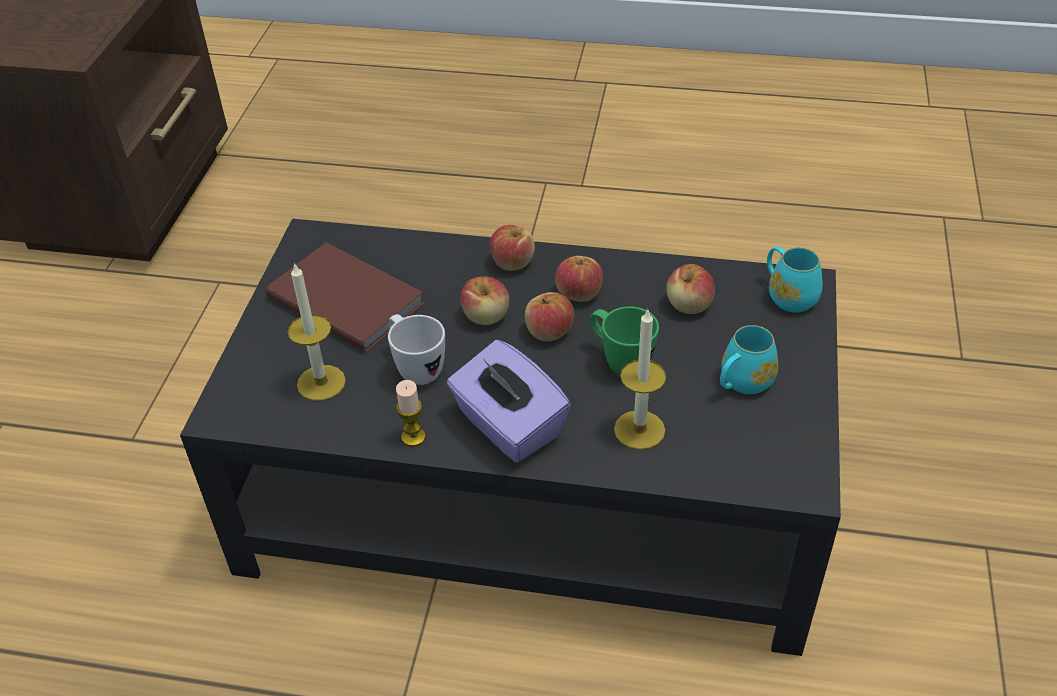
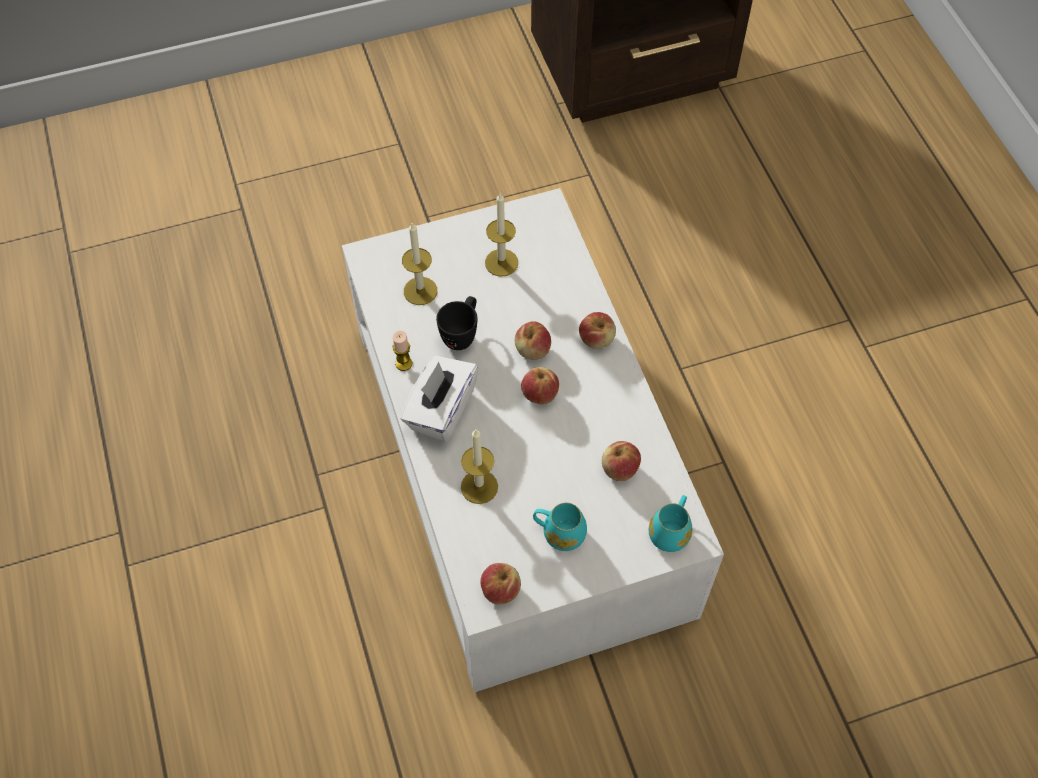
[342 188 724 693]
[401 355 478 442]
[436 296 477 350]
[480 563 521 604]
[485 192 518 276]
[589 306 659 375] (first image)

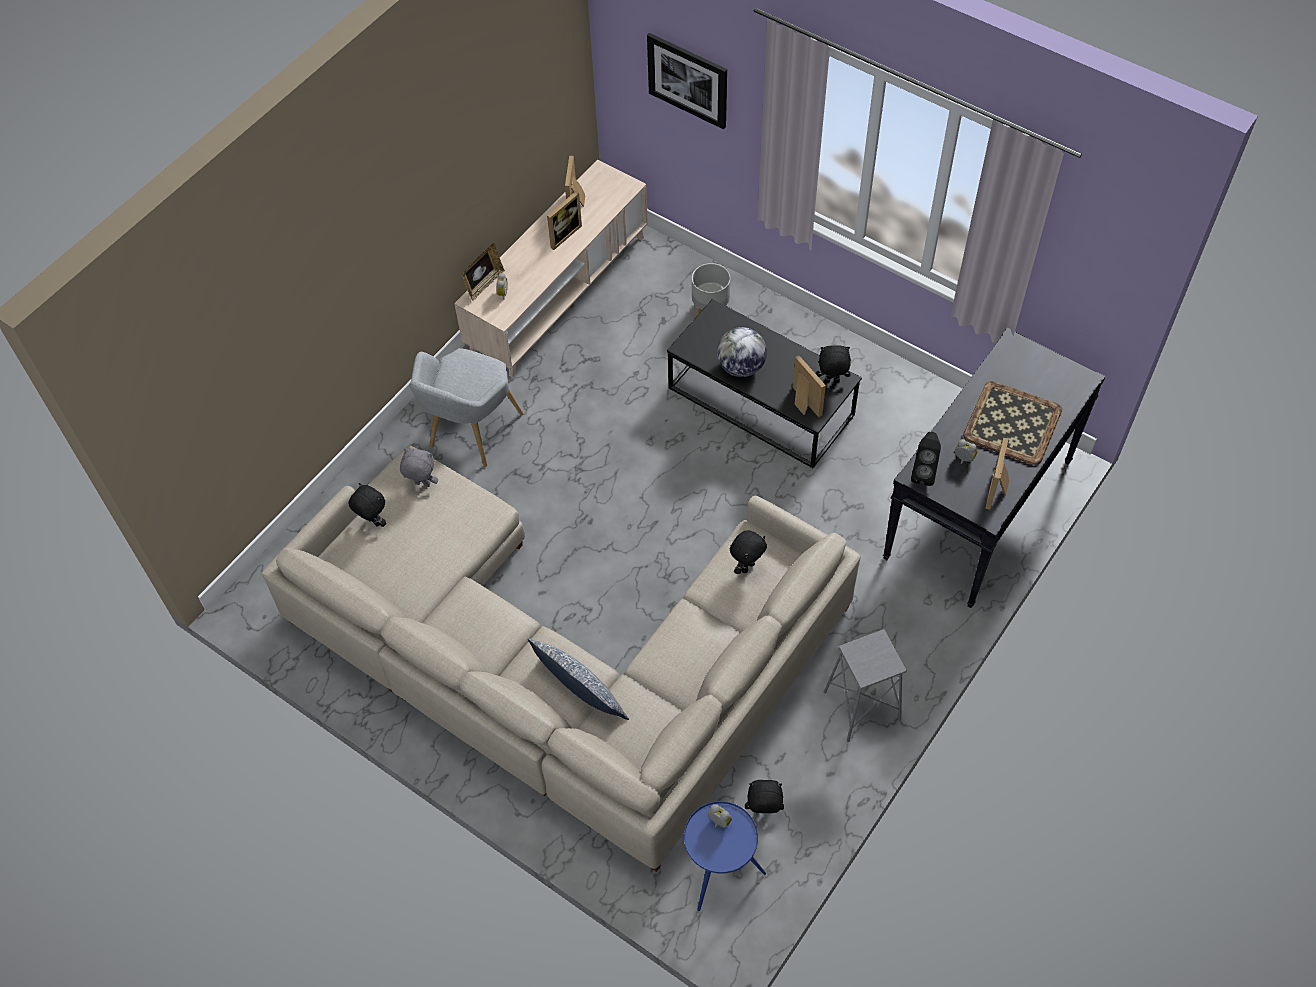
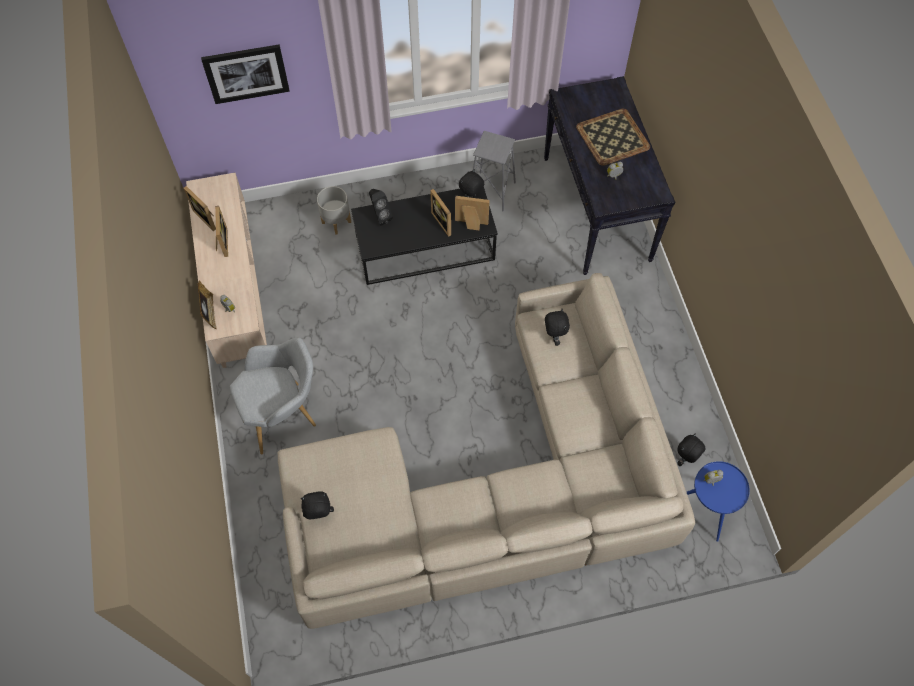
[230 337 316 454]
[369 189 393 225]
[430 189 451 237]
[473 131 516 211]
[400 448 438 487] (first image)
[528 638 629 720] (first image)
[717 327 767 377] (first image)

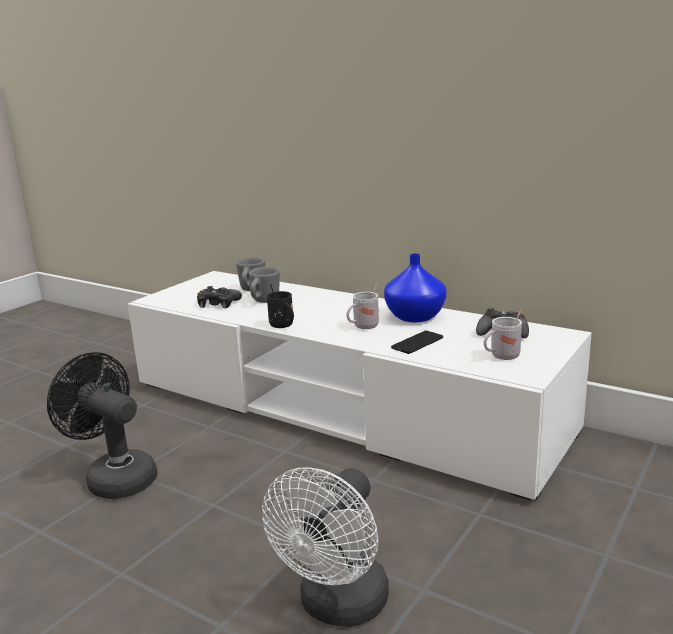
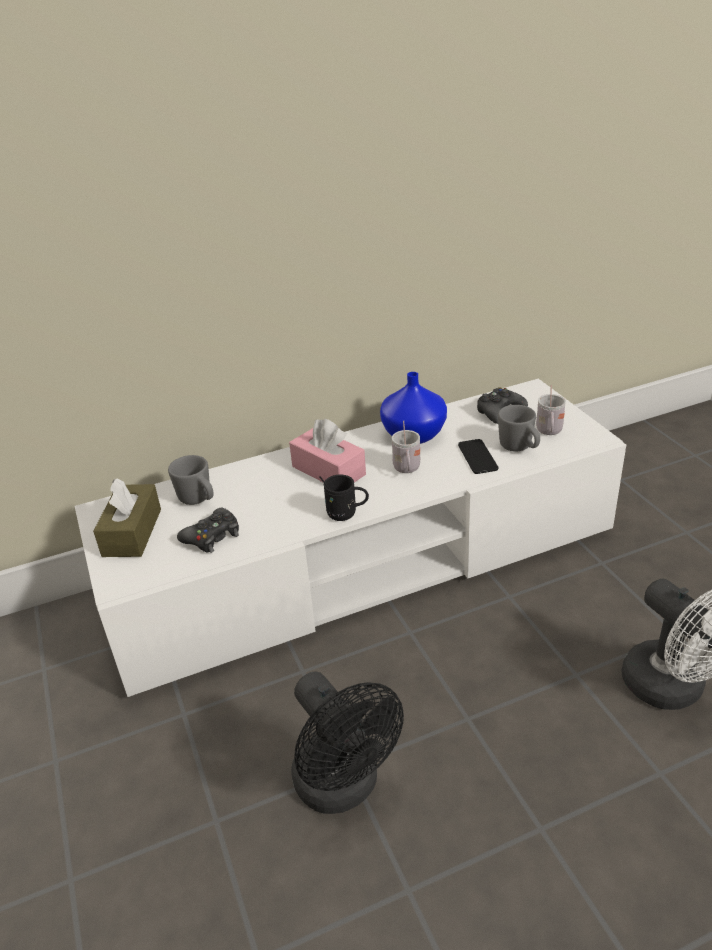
[93 478 161 557]
[289 418 366 483]
[291 672 404 814]
[498 405 540 452]

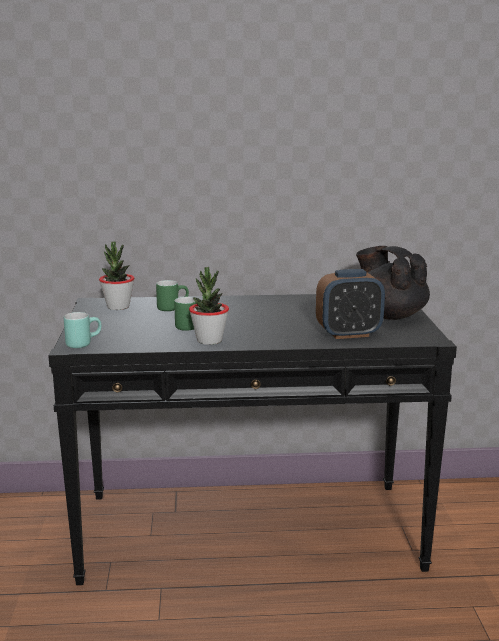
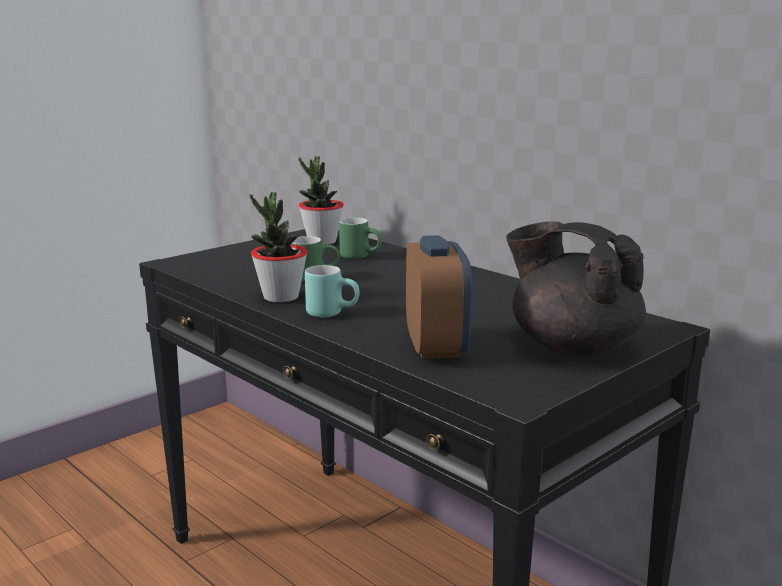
[305 265 359 318]
[406 235 472 359]
[506 222 646 357]

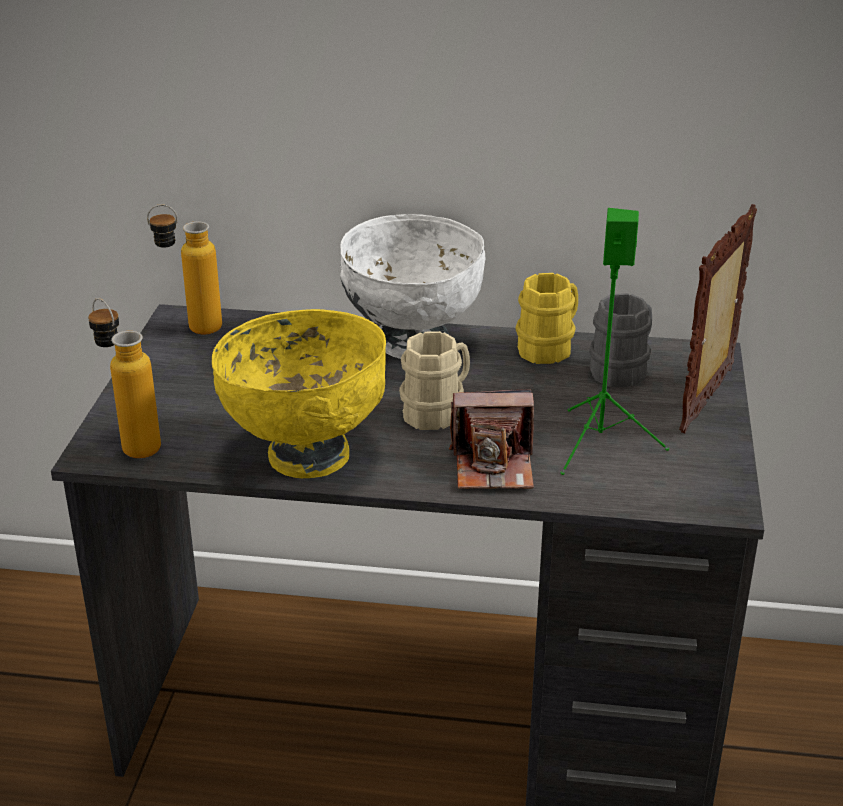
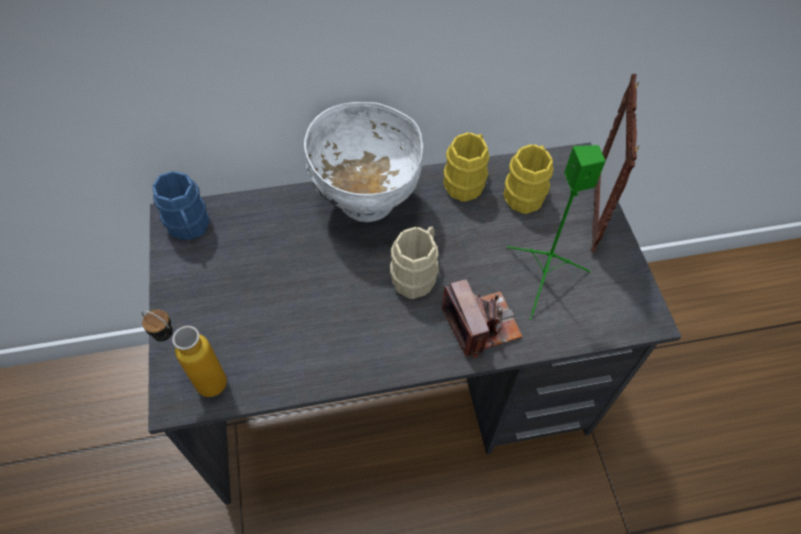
[152 171 210 240]
[441 279 523 358]
[503 144 553 214]
[212 309 386 478] (first image)

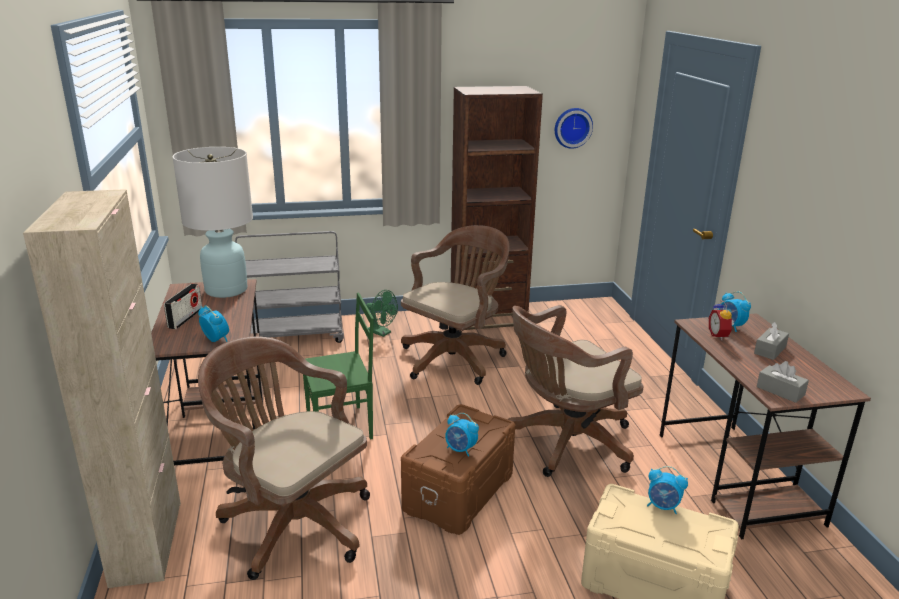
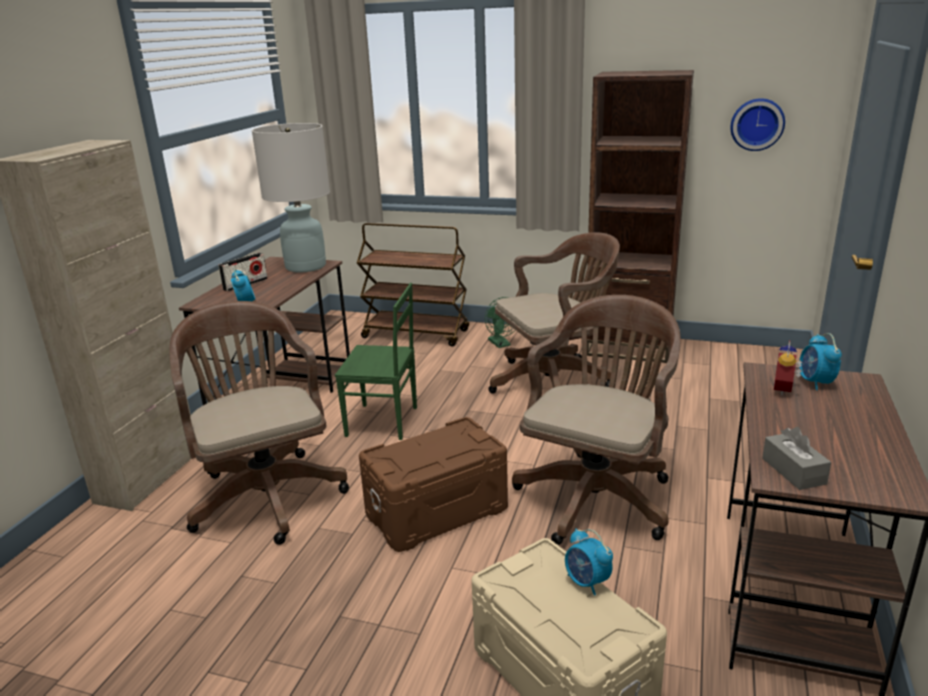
[357 223 469 347]
[512 295 680 545]
[445 413 479 457] (first image)
[754 322 789 360] (first image)

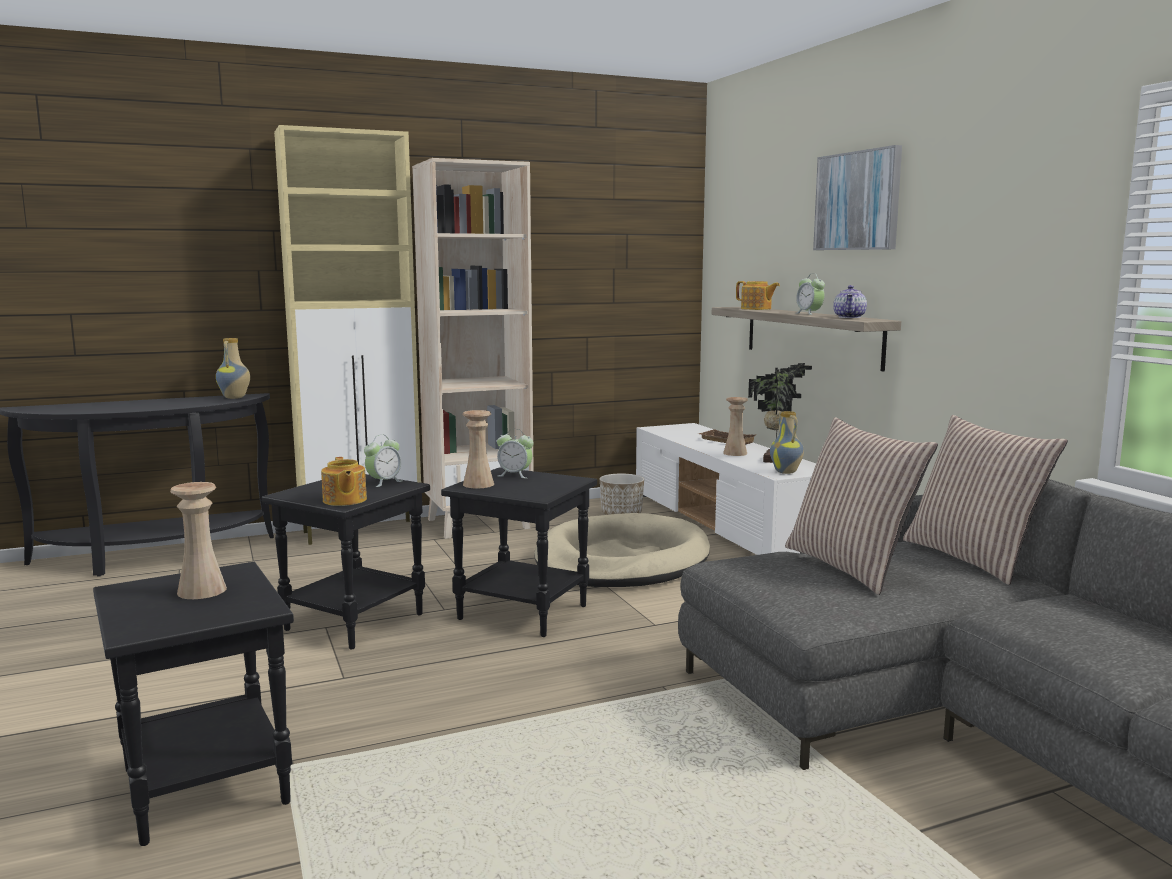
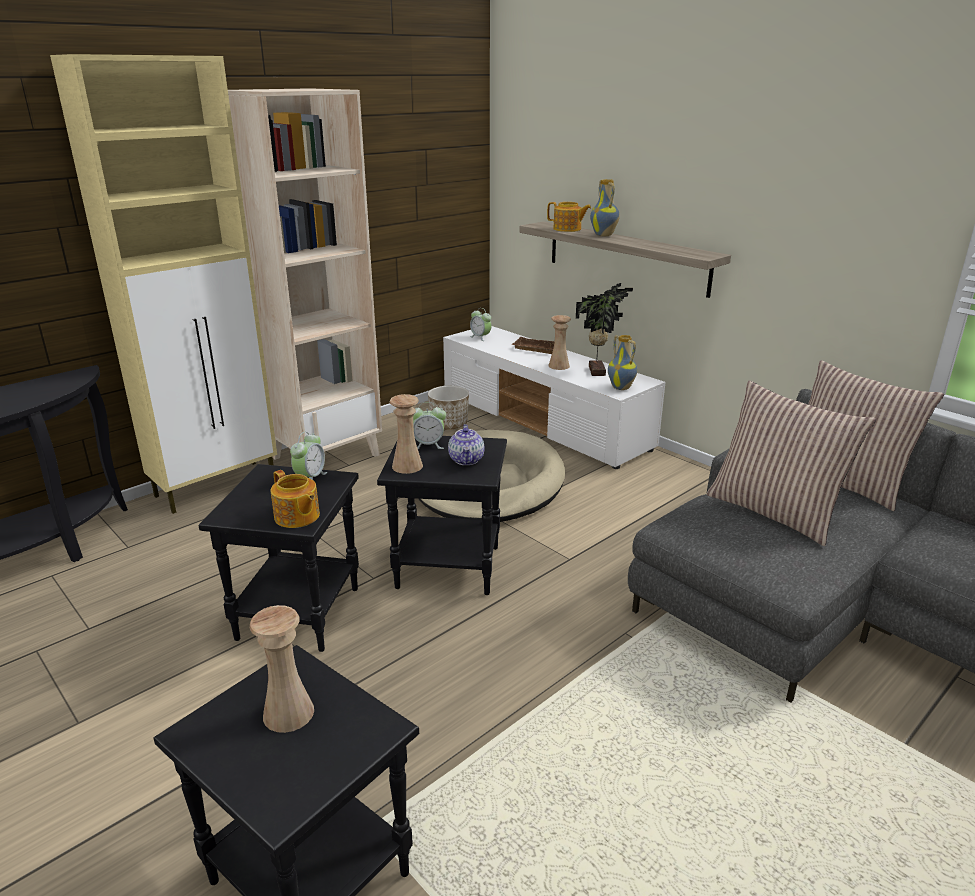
[448 424 485 465]
[470 308 492 341]
[590 179 620 236]
[813 145 902 250] (first image)

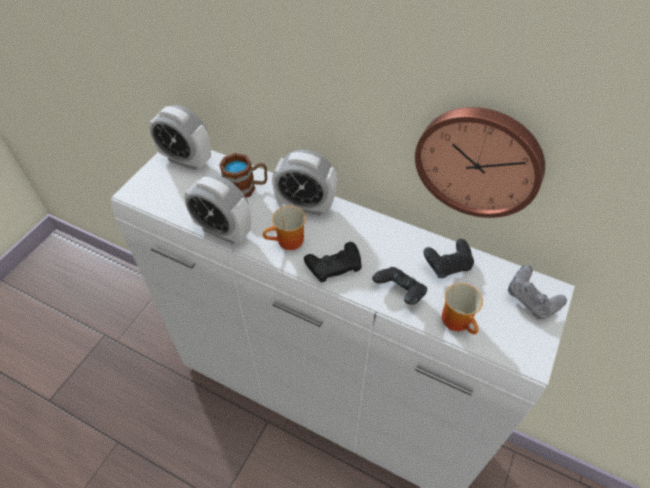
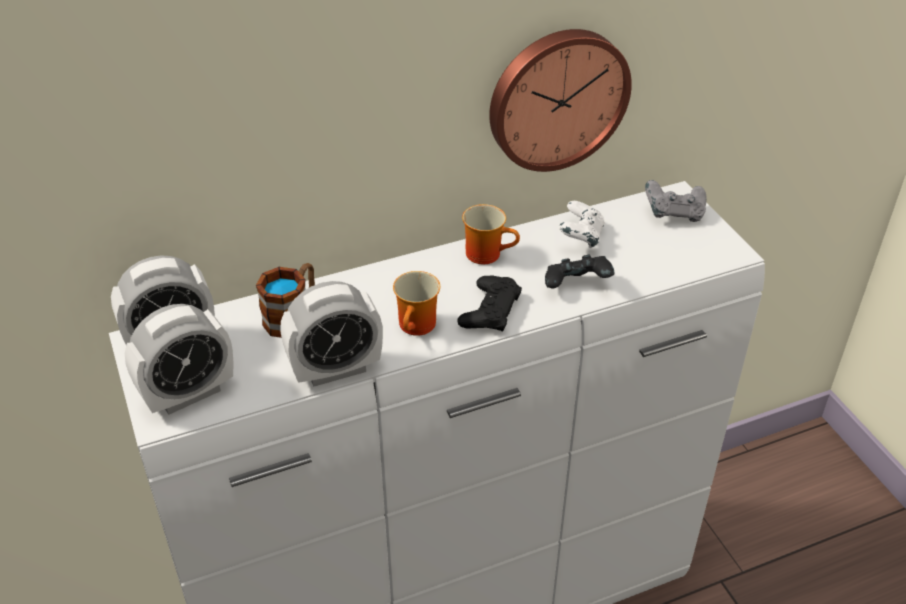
[125 304 234 415]
[462 204 520 264]
[559 201 605 248]

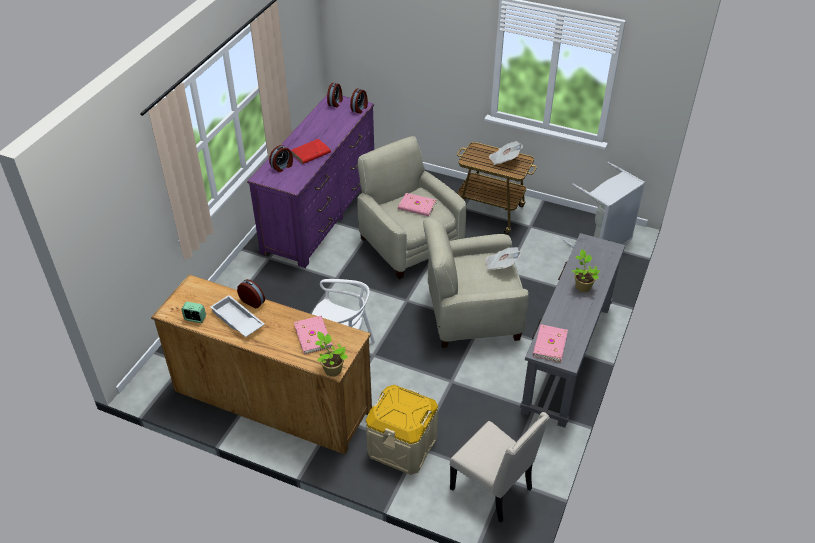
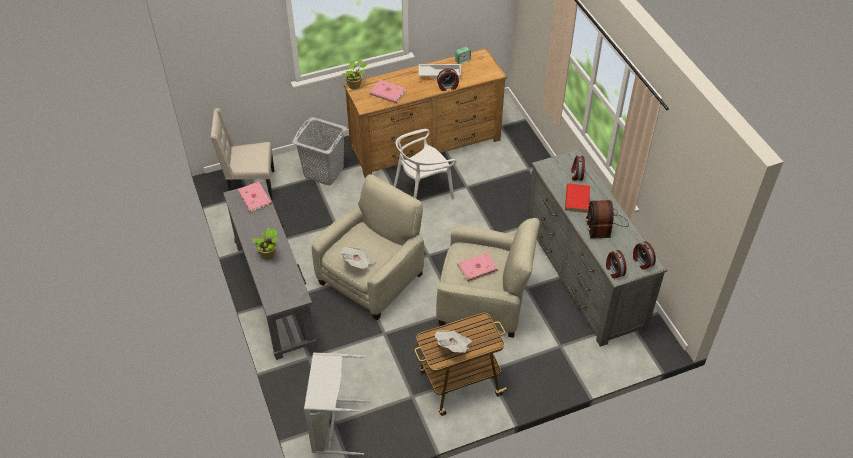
[292 117 347 185]
[527 149 667 347]
[586 200 629 239]

